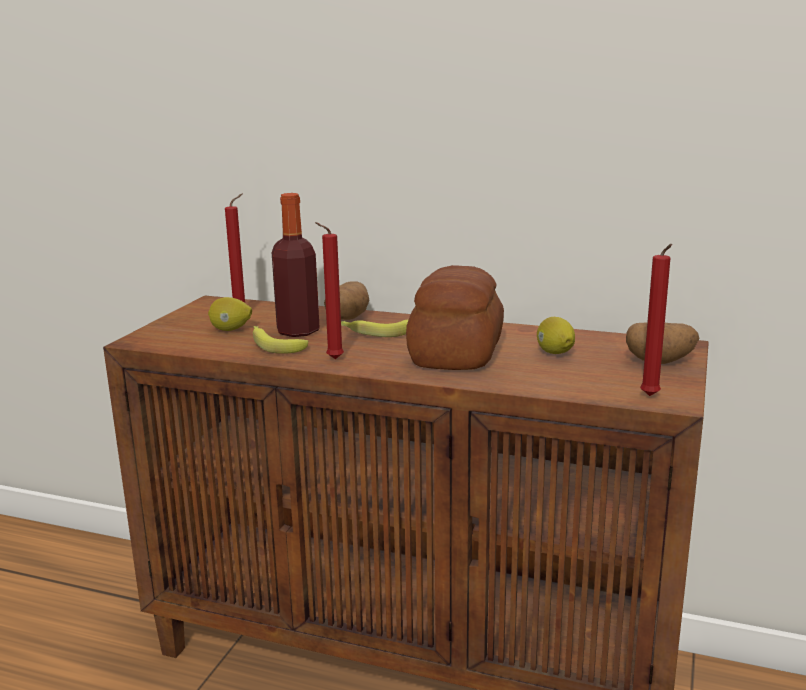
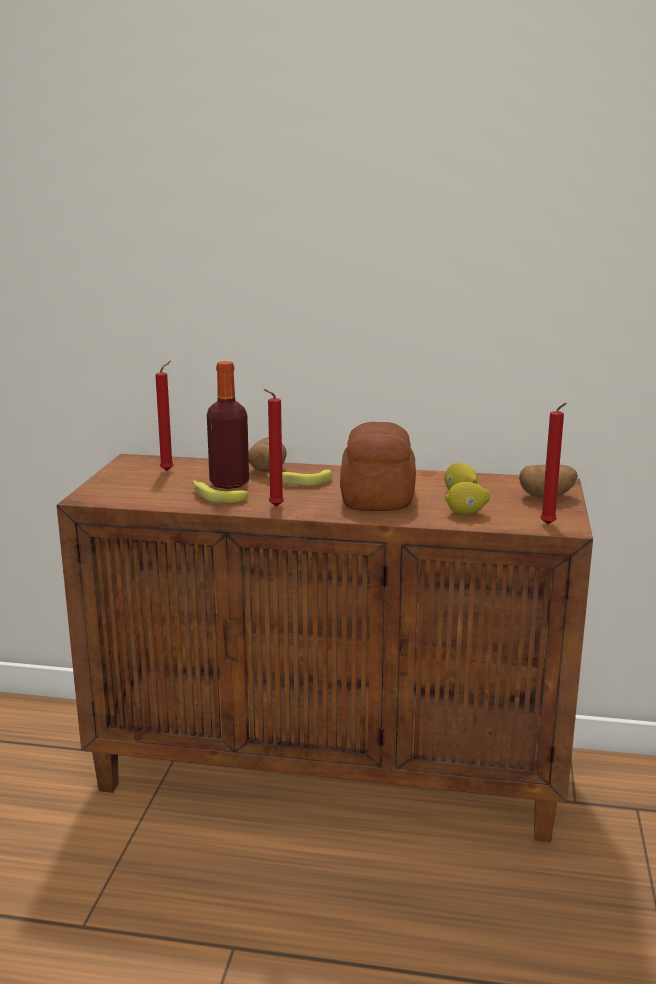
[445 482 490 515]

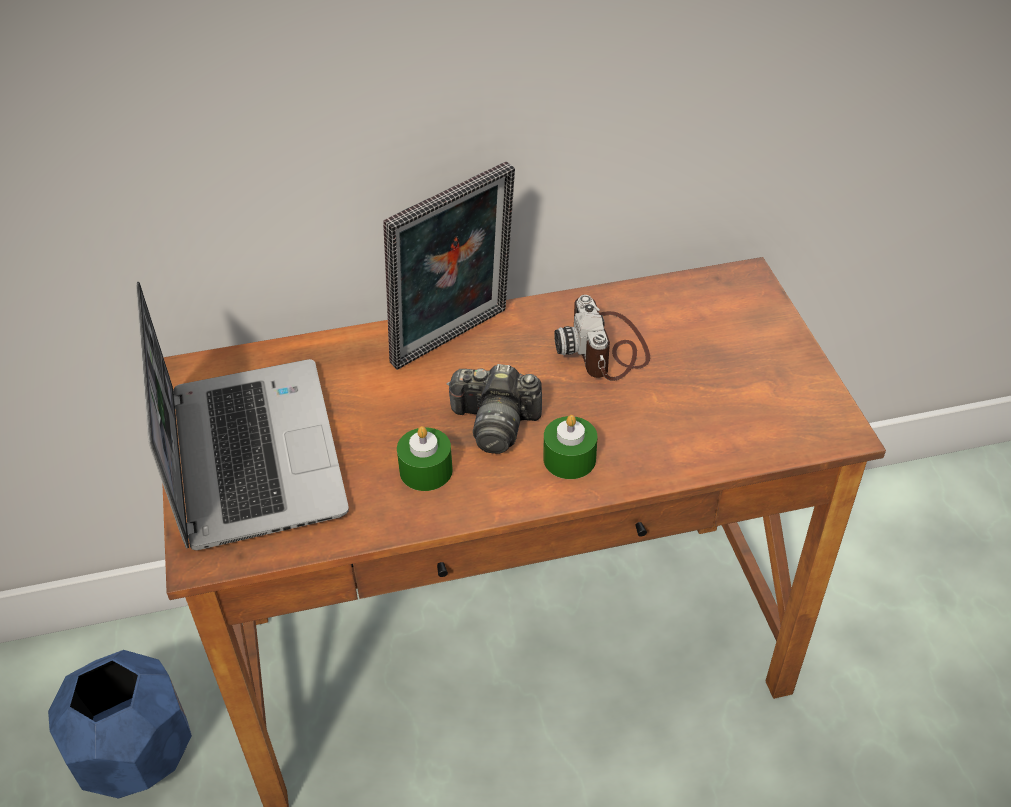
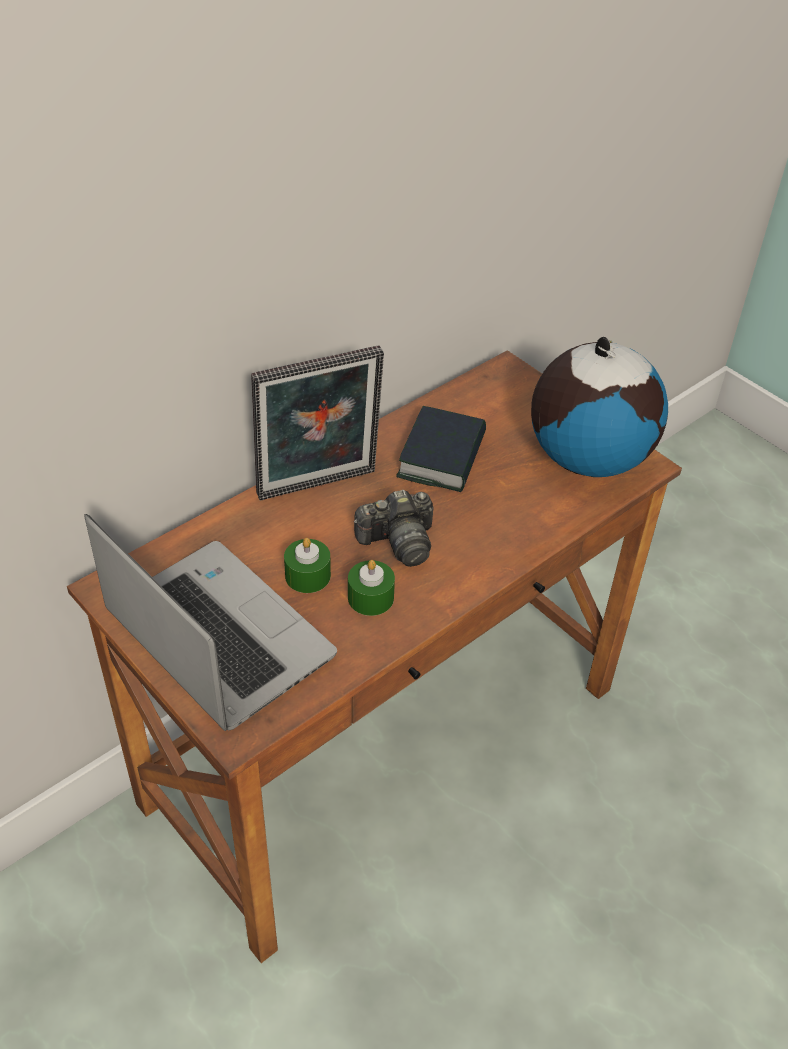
[251 345 384 500]
[284 538 331 593]
[396 406 486 492]
[531 337 668 477]
[48 650 192 798] (first image)

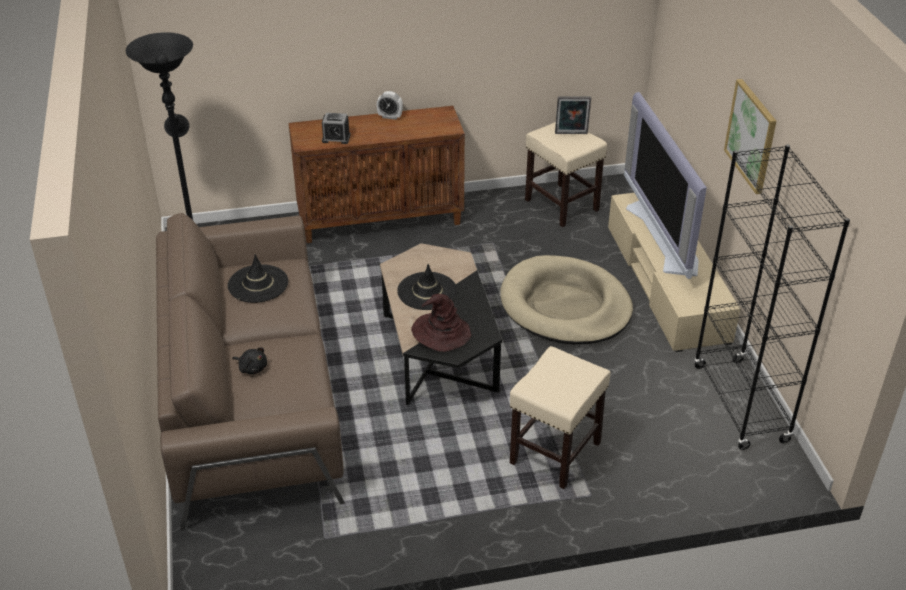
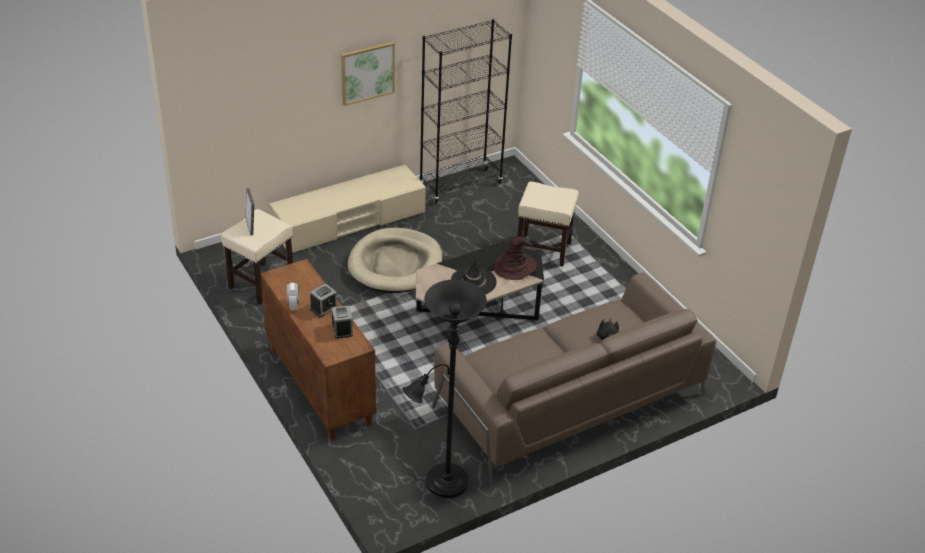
[310 284 338 317]
[228 254 288 303] (first image)
[624 92 707 279] (first image)

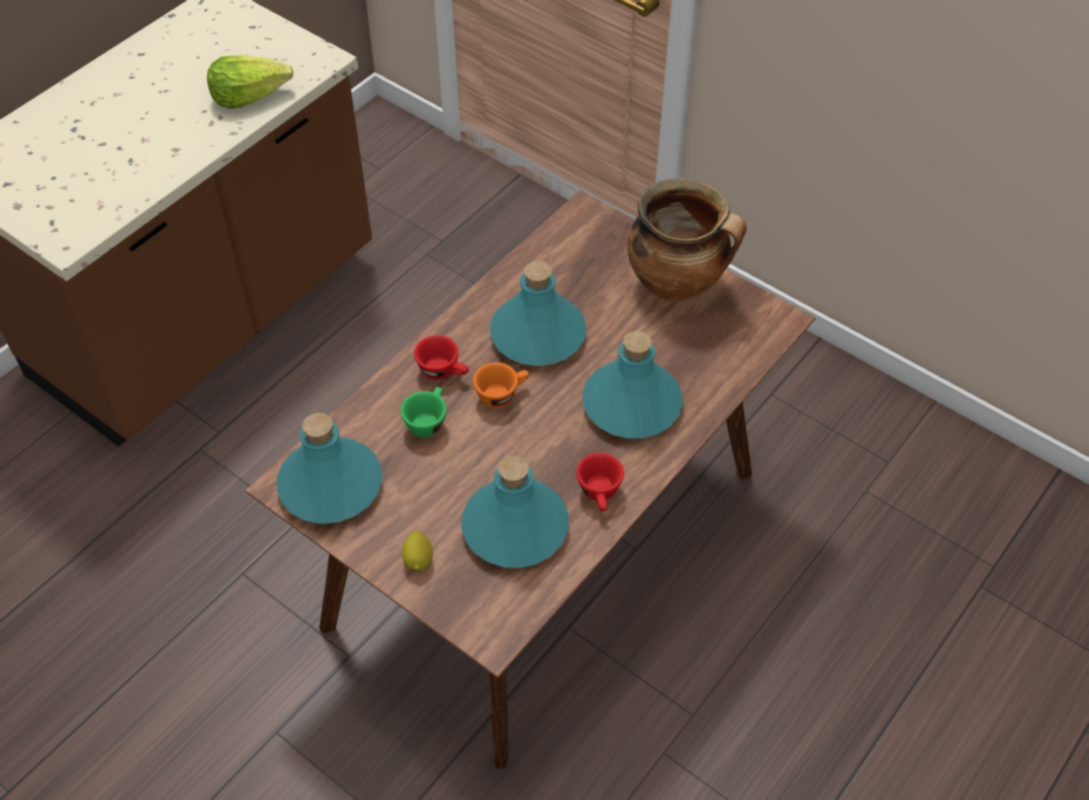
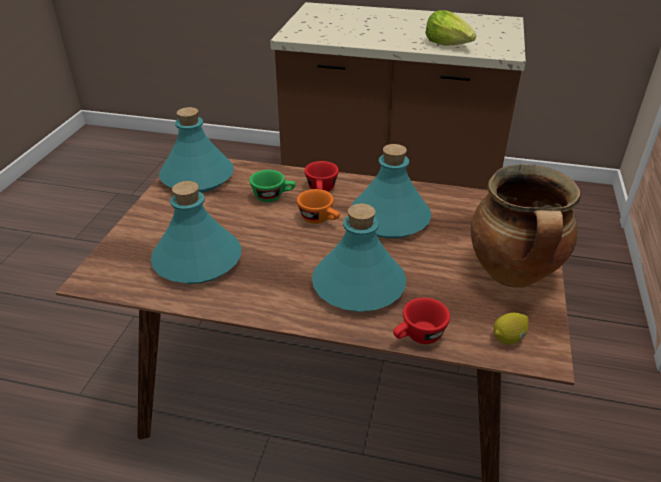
[393 298 450 344]
[494 313 529 344]

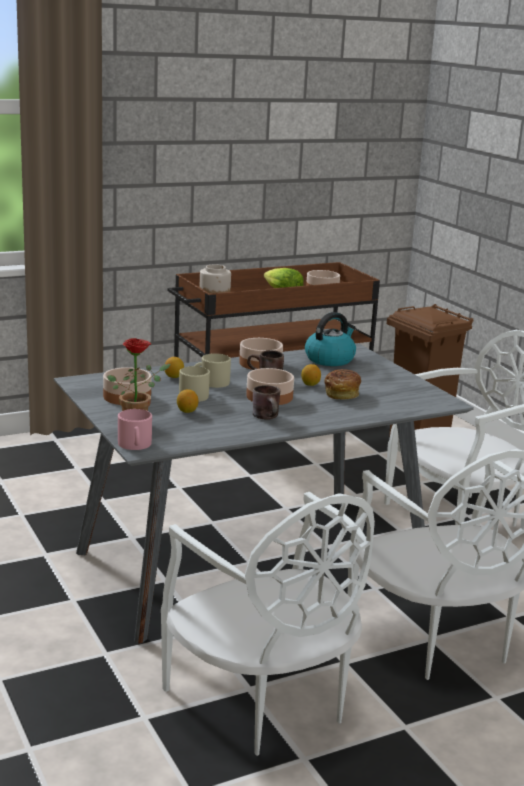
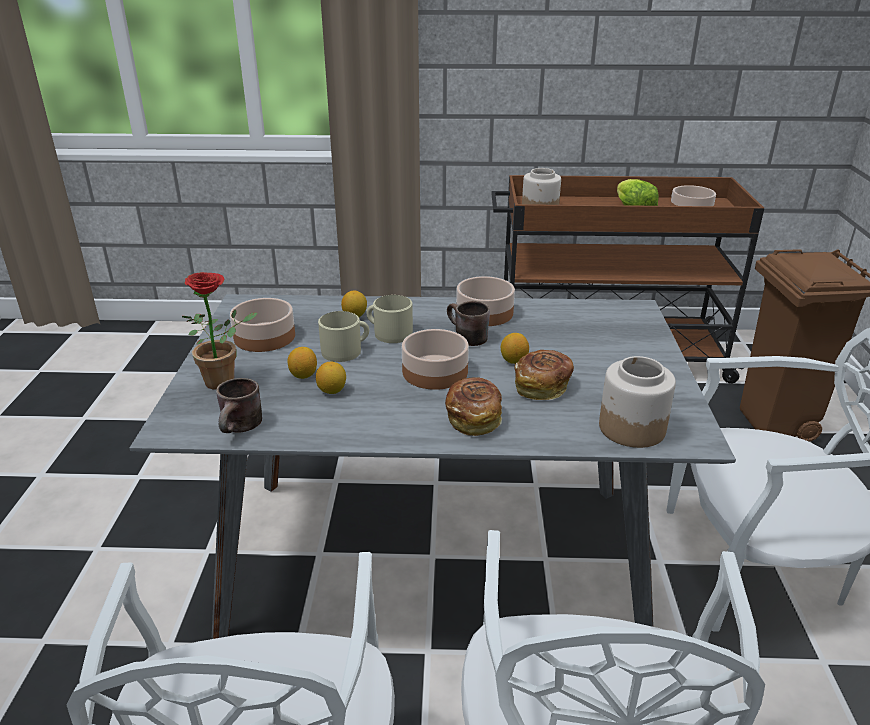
[216 378 262 433]
[316 362 346 394]
[445 377 502 436]
[599 356 676 448]
[118 409 152 450] (first image)
[305 312 356 366] (first image)

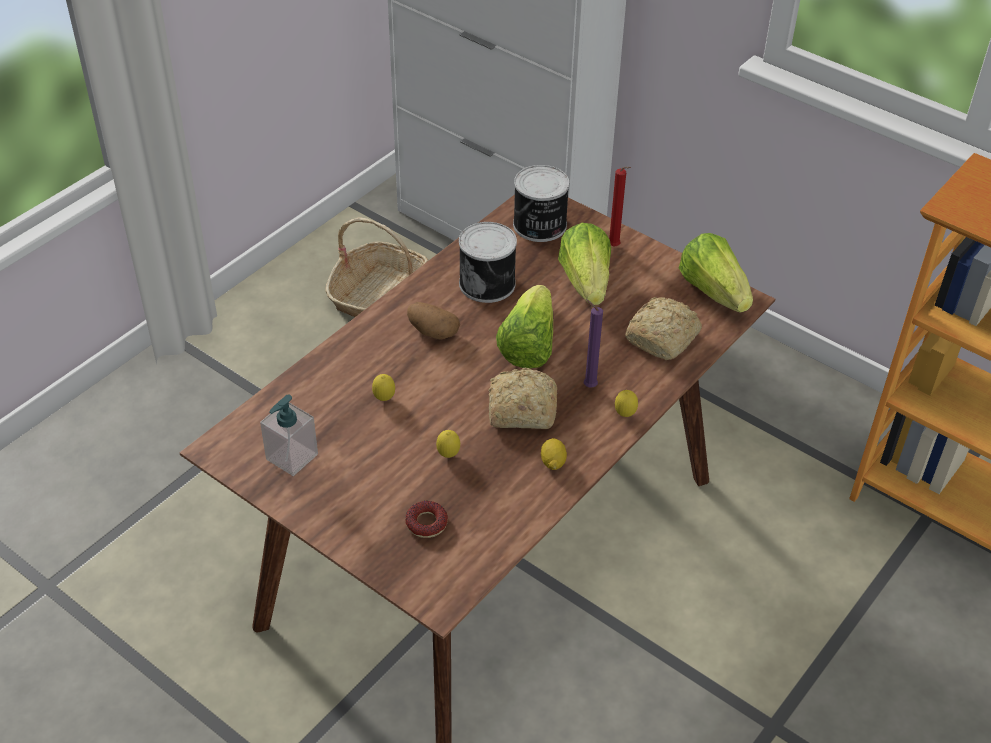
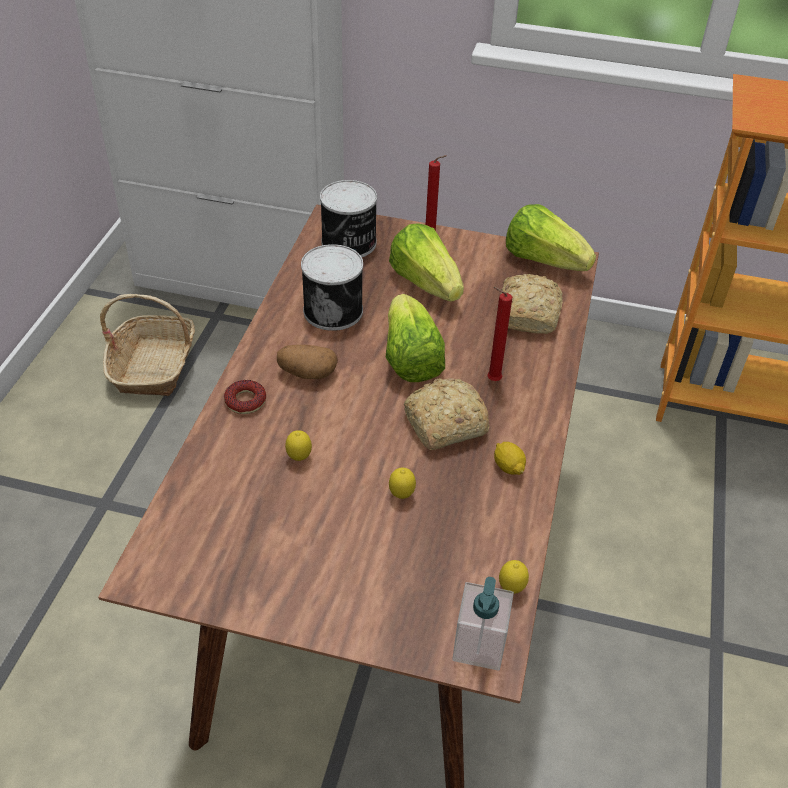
[224 380 266 414]
[452 577 514 671]
[487 287 512 381]
[499 560 529 594]

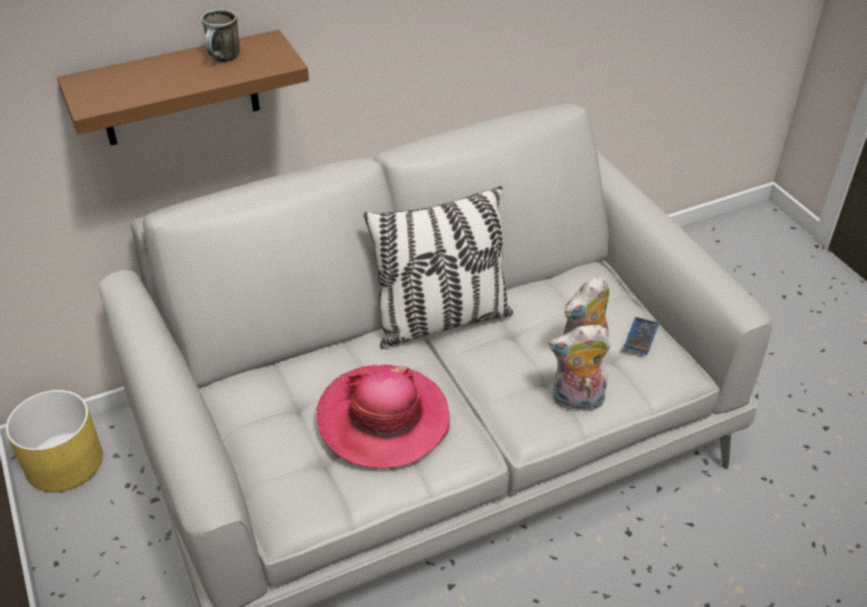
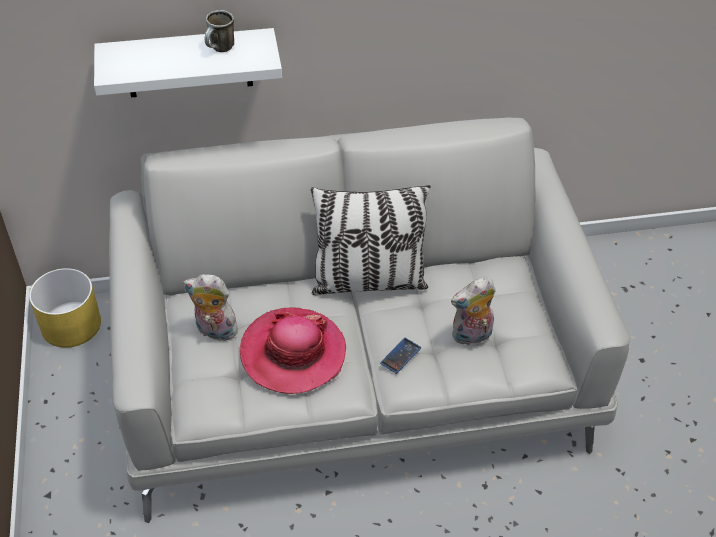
[94 28 282 97]
[183 274 240 341]
[380 338 421 374]

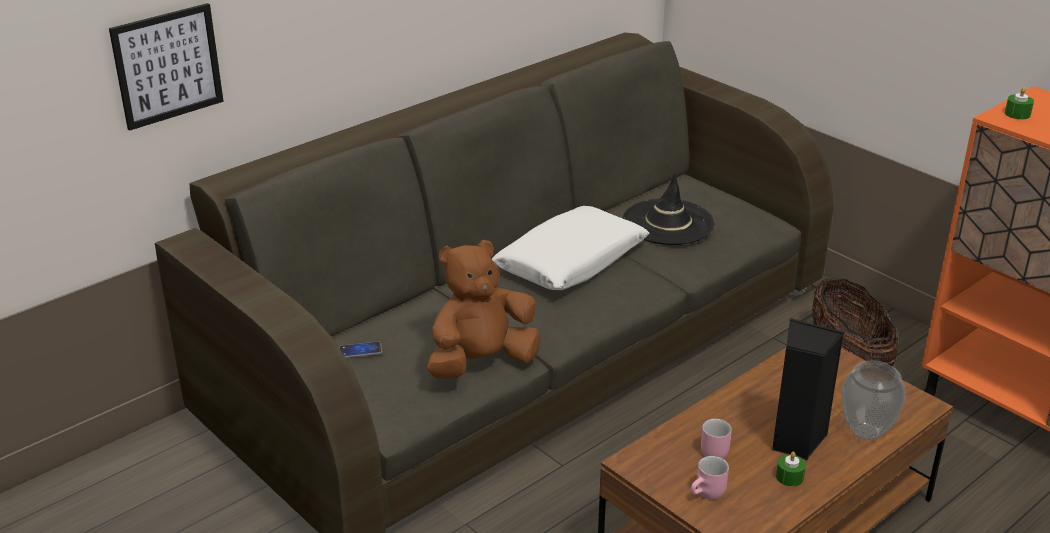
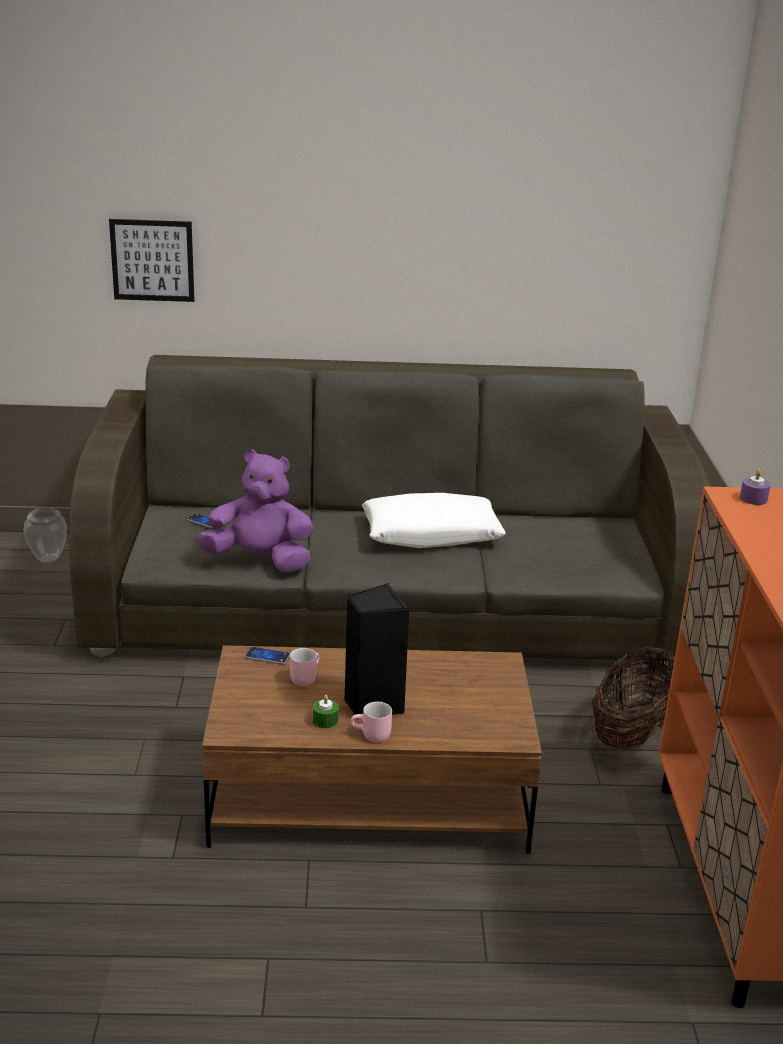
[23 507 67 563]
[197 449 313 573]
[245 647 290 665]
[351 701 392 743]
[740 469 771 505]
[622 173 714 245] (first image)

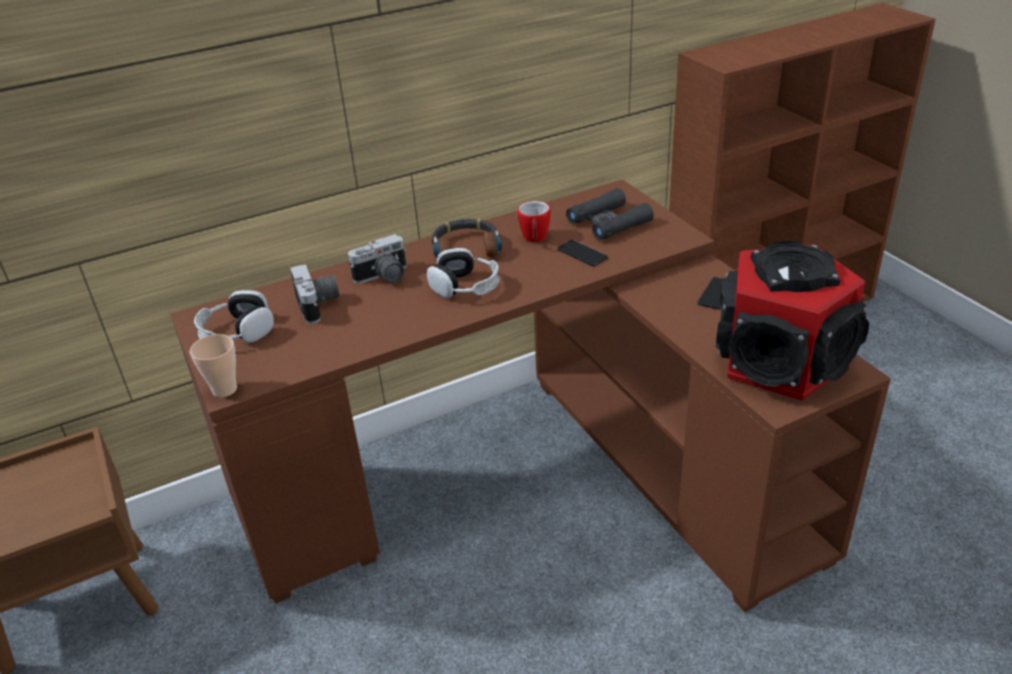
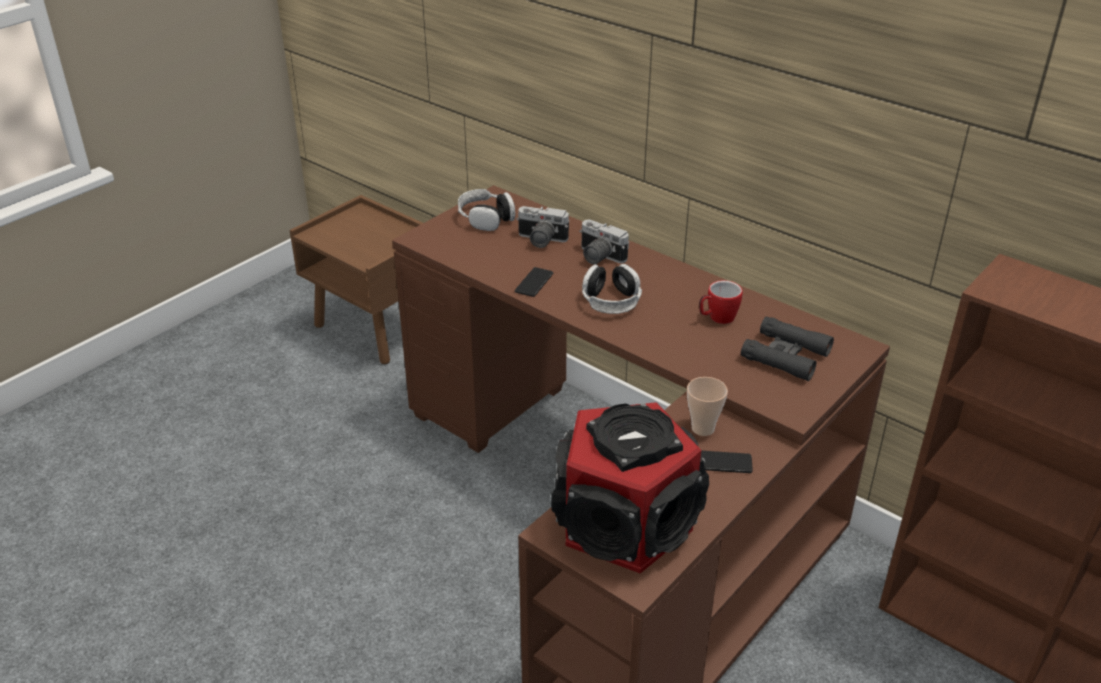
[515 267 553 297]
[516 206 569 248]
[687 377 728 436]
[432 219 502 258] (first image)

